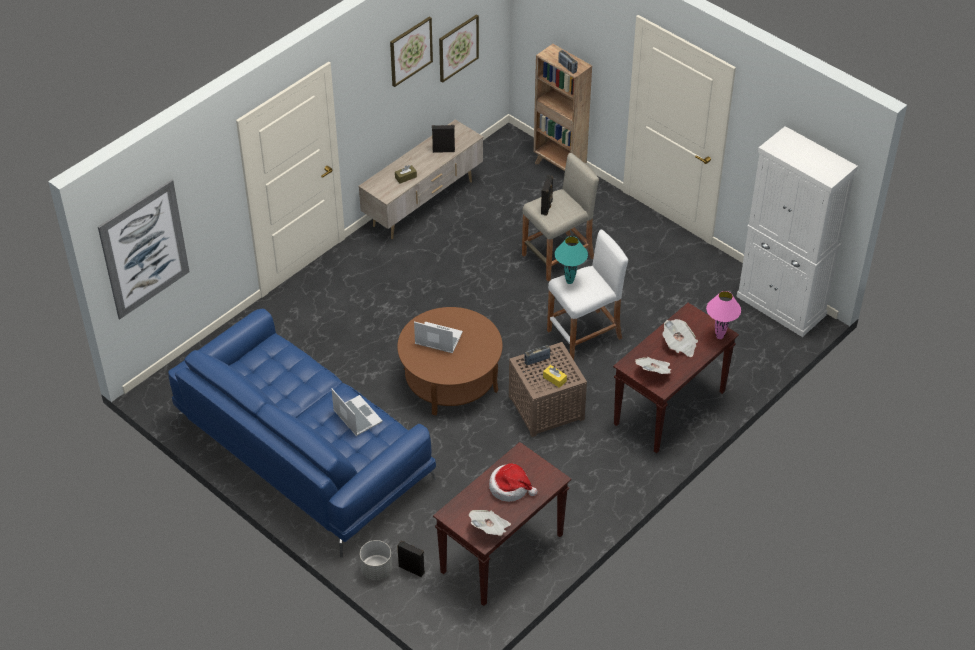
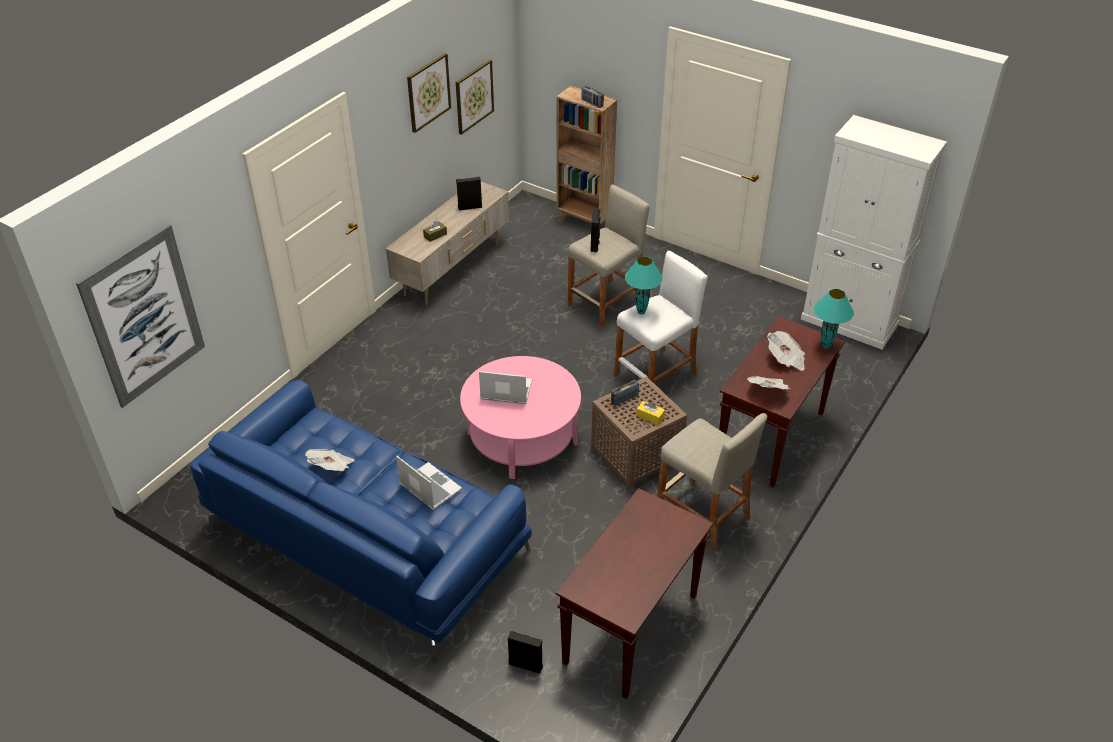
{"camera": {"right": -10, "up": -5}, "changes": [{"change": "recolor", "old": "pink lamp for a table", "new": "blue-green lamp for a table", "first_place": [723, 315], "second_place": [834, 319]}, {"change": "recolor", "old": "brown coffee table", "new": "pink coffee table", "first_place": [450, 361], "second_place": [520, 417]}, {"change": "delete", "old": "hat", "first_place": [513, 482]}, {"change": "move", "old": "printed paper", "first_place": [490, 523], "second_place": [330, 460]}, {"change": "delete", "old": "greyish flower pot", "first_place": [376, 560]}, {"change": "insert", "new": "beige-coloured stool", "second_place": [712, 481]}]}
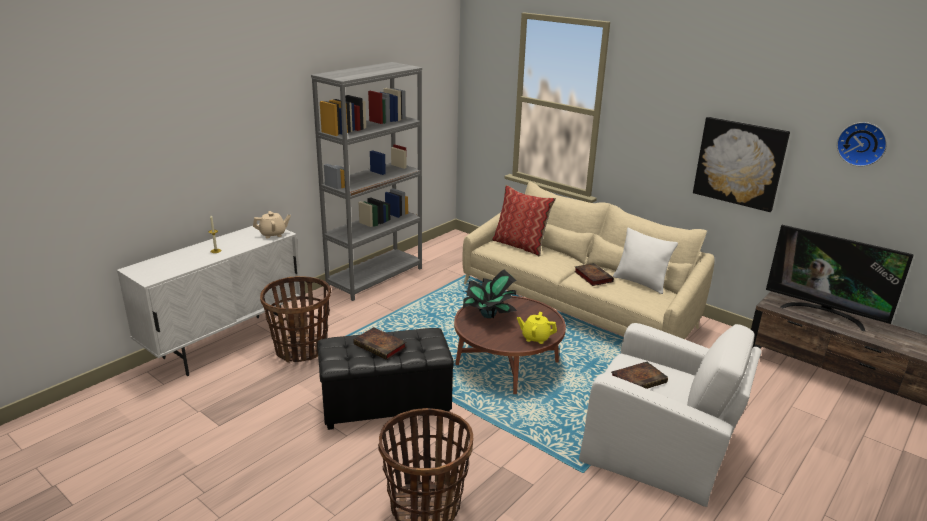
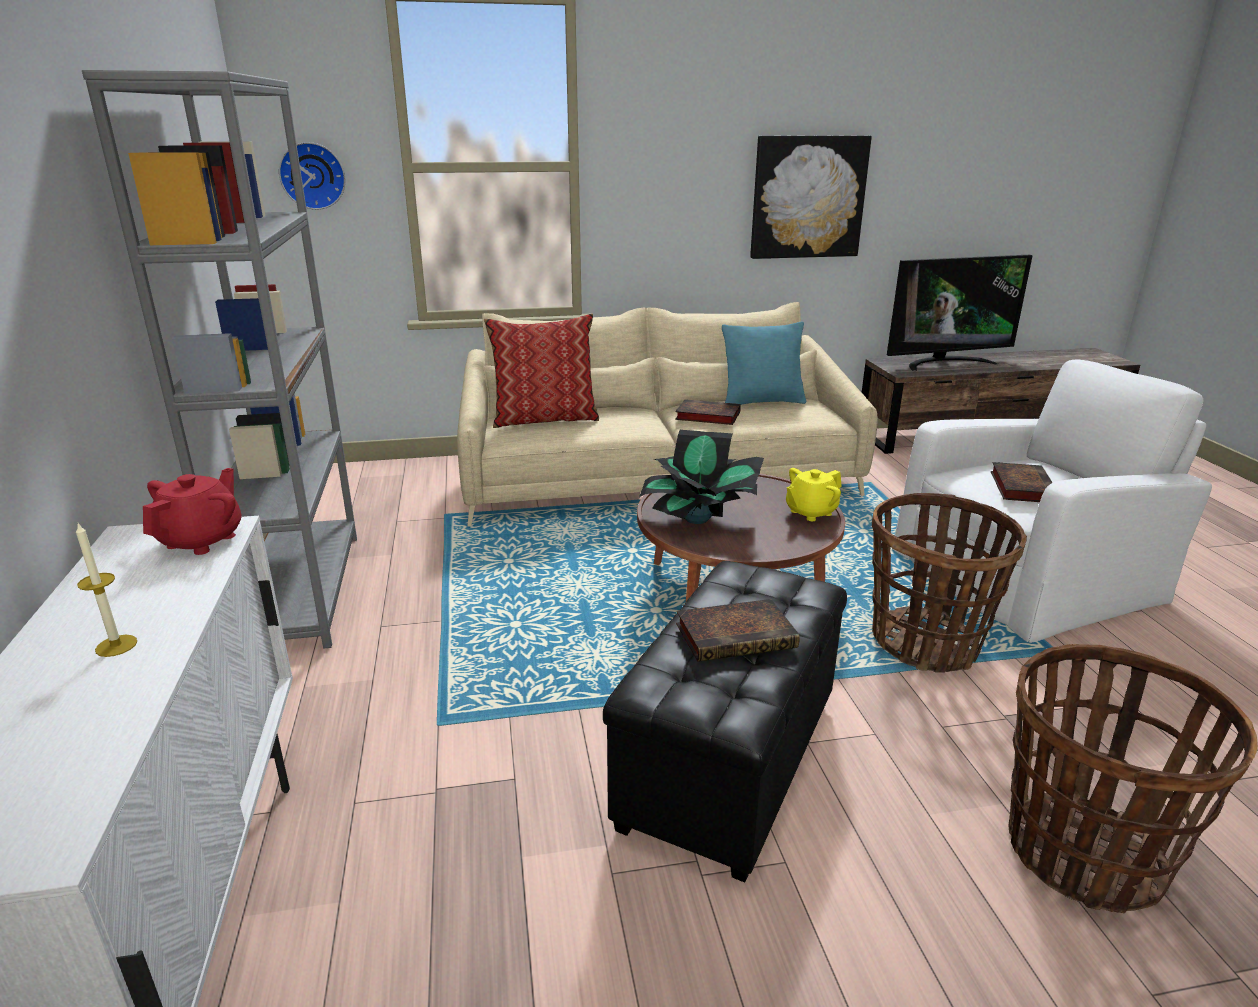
{"camera": {"right": -50, "up": 0}, "changes": [{"change": "move", "old": "wall clock", "first_place": [862, 144], "second_place": [312, 176]}, {"change": "recolor", "old": "beige-coloured tea pot", "new": "red-coloured tea pot", "first_place": [272, 224], "second_place": [192, 511]}, {"change": "recolor", "old": "whitish cushion", "new": "blue-green cushion", "first_place": [645, 261], "second_place": [764, 363]}, {"change": "move", "old": "storage basket", "first_place": [295, 319], "second_place": [949, 583]}]}
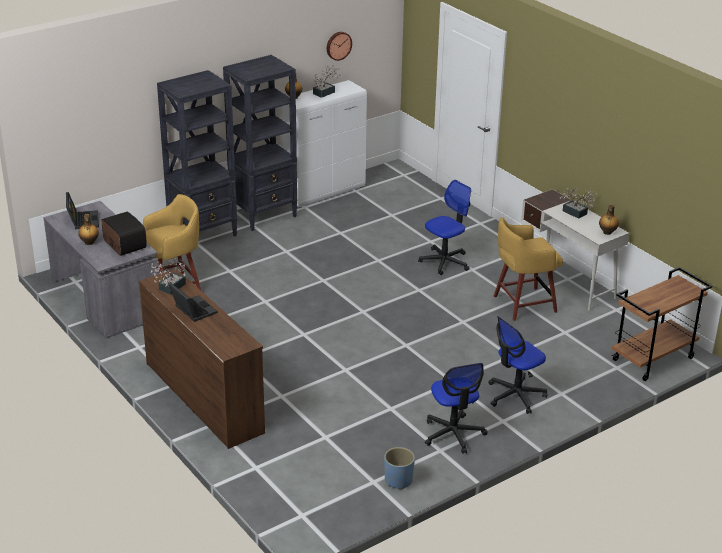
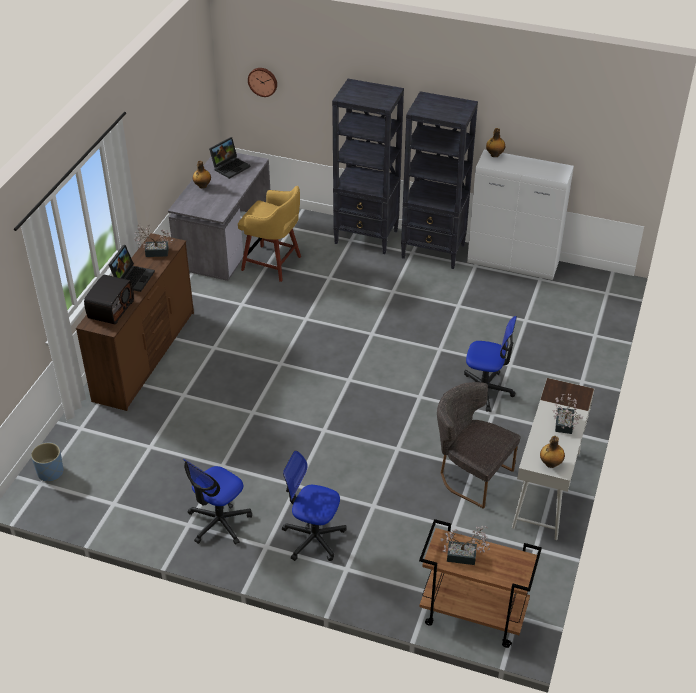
{"camera": {"right": 55, "up": 10}, "changes": [{"change": "move", "old": "wall clock", "first_place": [339, 46], "second_place": [262, 82]}, {"change": "move", "old": "potted plant", "first_place": [326, 81], "second_place": [465, 545]}, {"change": "move", "old": "radio set", "first_place": [124, 234], "second_place": [109, 299]}, {"change": "replace", "old": "yellow stool", "new": "greyish chair", "first_place": [528, 269], "second_place": [479, 445]}, {"change": "move", "old": "bluish flower pot", "first_place": [399, 468], "second_place": [47, 462]}]}
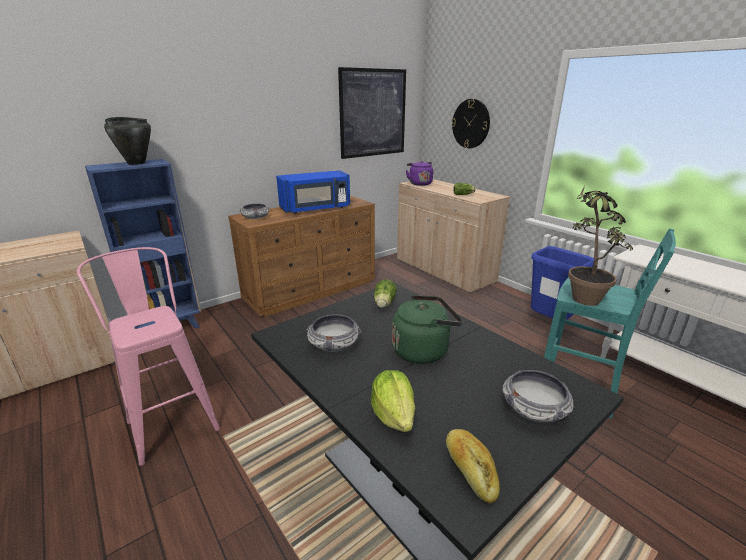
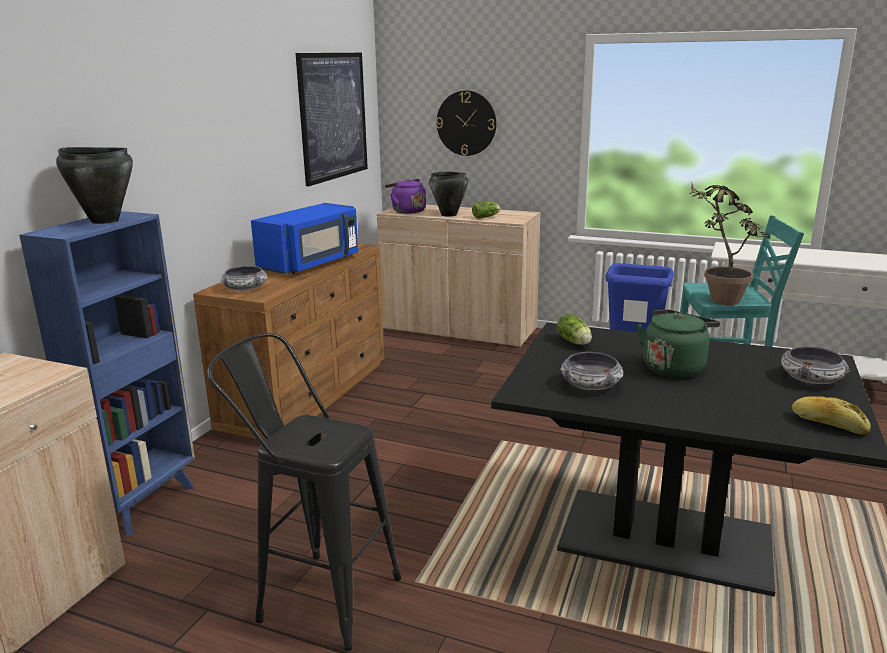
{"camera": {"right": -30, "up": -5}, "changes": [{"change": "recolor", "old": "pink stool", "new": "black-coloured stool", "first_place": [148, 356], "second_place": [304, 492]}, {"change": "delete", "old": "lettuce", "first_place": [392, 401]}, {"change": "insert", "new": "black-coloured stockpot", "second_place": [448, 194]}]}
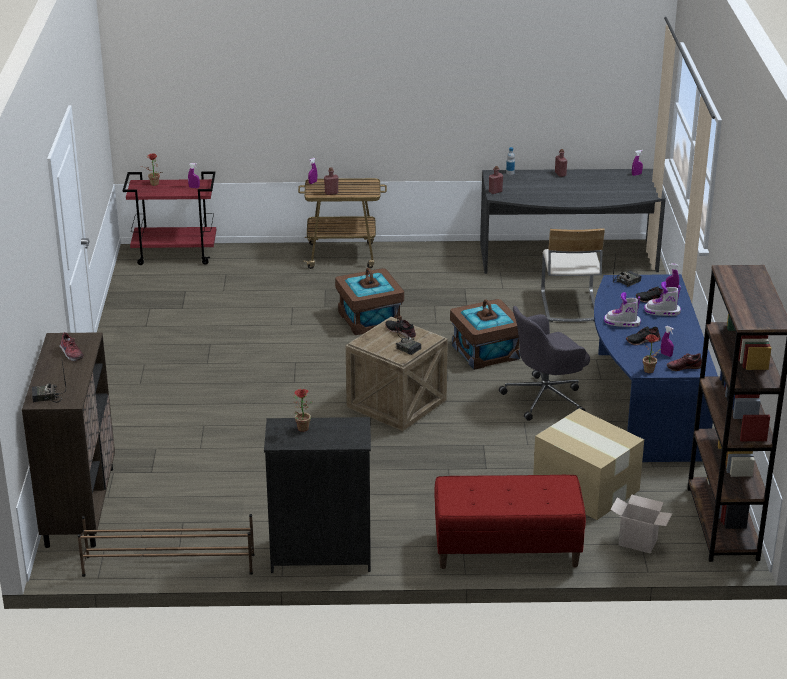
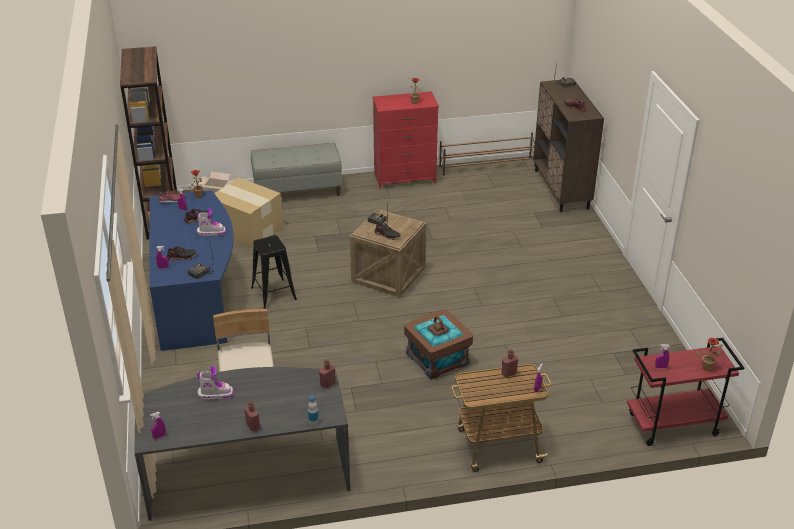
{"camera": {"right": 170, "up": 5}, "changes": [{"change": "move", "old": "high-top boot", "first_place": [662, 298], "second_place": [215, 383]}, {"change": "delete", "old": "brown storage bin", "first_place": [485, 334]}, {"change": "replace", "old": "greyish computer chair", "new": "black-coloured stool", "first_place": [544, 363], "second_place": [274, 272]}, {"change": "recolor", "old": "black-coloured chest of drawers", "new": "red-coloured chest of drawers", "first_place": [317, 495], "second_place": [405, 140]}, {"change": "recolor", "old": "red-coloured indoor bench", "new": "greyish indoor bench", "first_place": [510, 522], "second_place": [296, 169]}]}
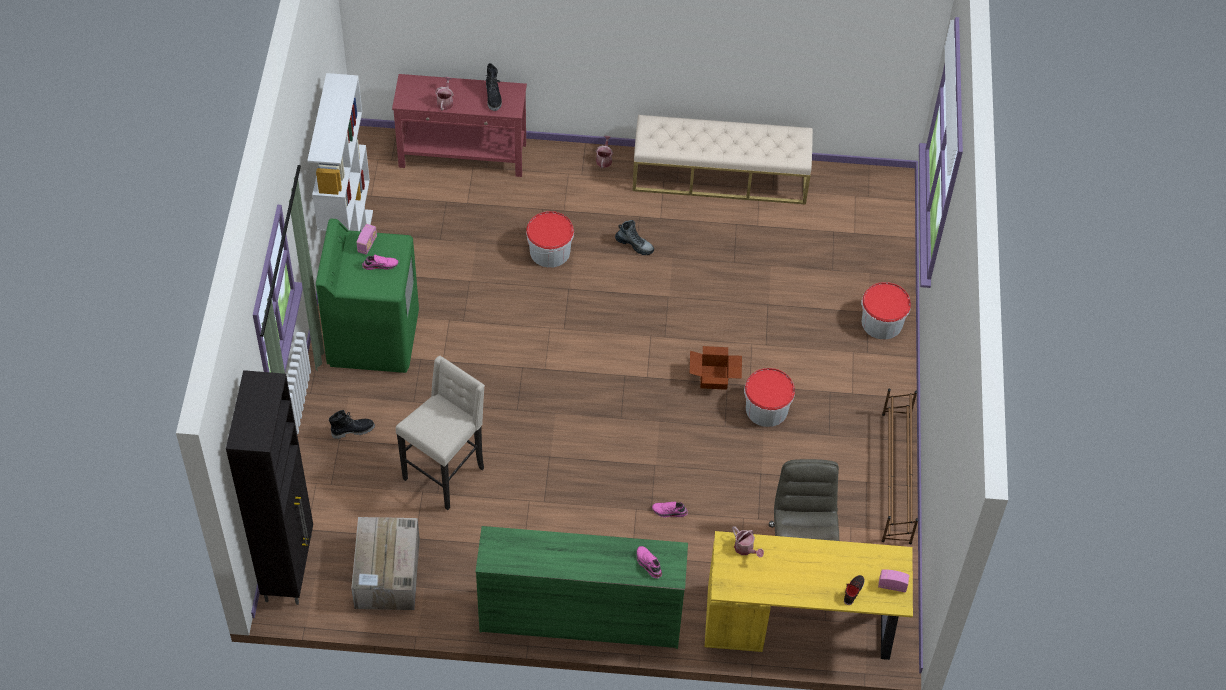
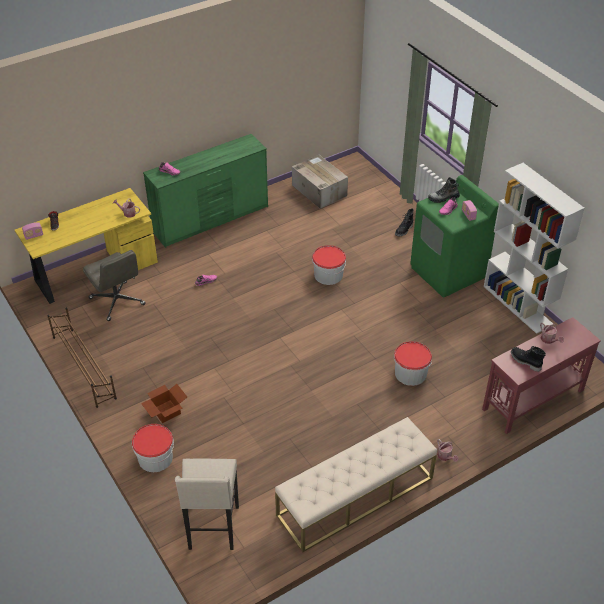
{"camera": {"right": 145, "up": -10}, "changes": [{"change": "move", "old": "high-top boot", "first_place": [634, 237], "second_place": [444, 190]}, {"change": "move", "old": "carton", "first_place": [716, 368], "second_place": [164, 403]}, {"change": "move", "old": "beige-coloured stool", "first_place": [440, 433], "second_place": [207, 504]}, {"change": "move", "old": "water bucket", "first_place": [769, 397], "second_place": [329, 265]}, {"change": "delete", "old": "black-coloured cupboard", "first_place": [269, 487]}]}
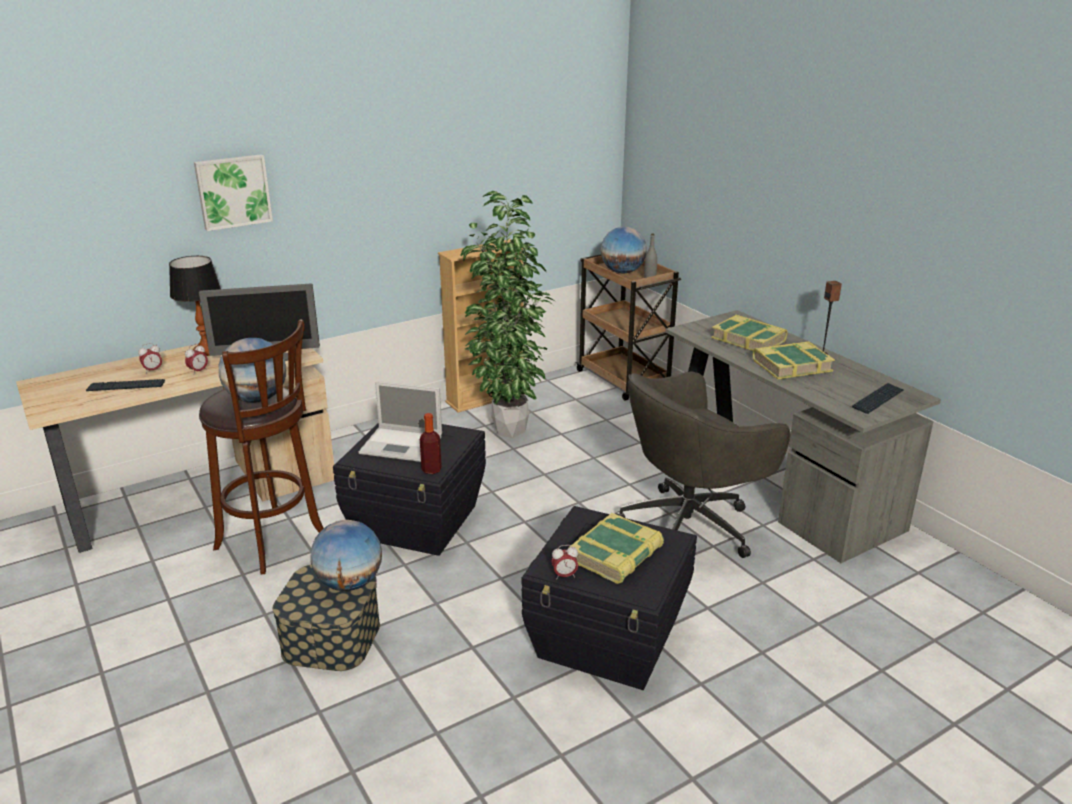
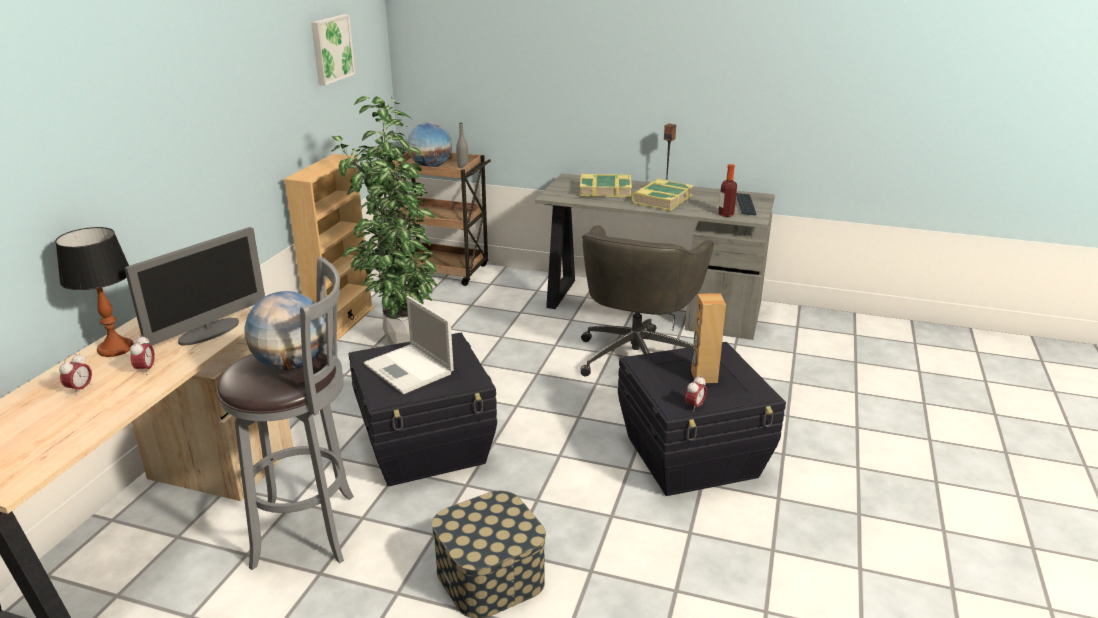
{"camera": {"right": -40, "up": 0}, "changes": [{"change": "move", "old": "wall picture", "first_place": [233, 192], "second_place": [333, 49]}, {"change": "recolor", "old": "brown stool", "new": "greyish stool", "first_place": [261, 446], "second_place": [285, 413]}, {"change": "delete", "old": "keyboard", "first_place": [125, 385]}, {"change": "rotate", "old": "notebook computer", "first_place": [400, 421], "second_place": [408, 345], "degrees": 75}, {"change": "move", "old": "bottle", "first_place": [431, 443], "second_place": [727, 190]}, {"change": "replace", "old": "volume", "new": "brown speaker", "first_place": [616, 548], "second_place": [708, 338]}, {"change": "delete", "old": "globe", "first_place": [346, 555]}]}
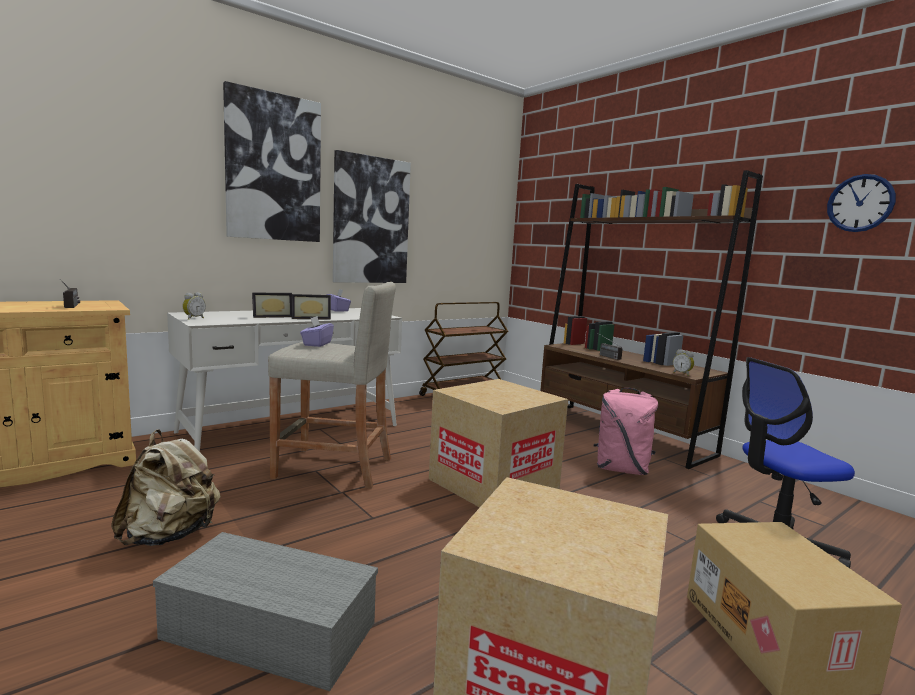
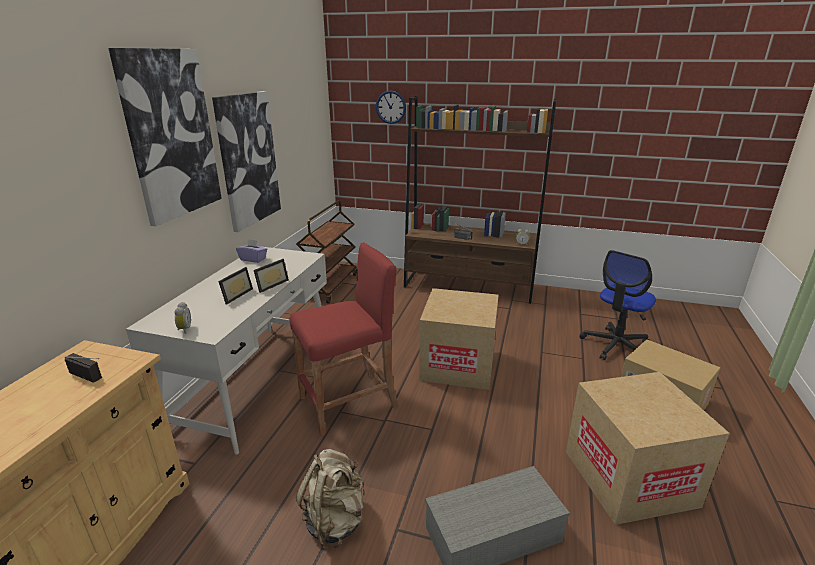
{"camera": {"right": -35, "up": 15}, "changes": [{"change": "move", "old": "wall clock", "first_place": [861, 203], "second_place": [391, 107]}, {"change": "recolor", "old": "beige-coloured stool", "new": "red-coloured stool", "first_place": [332, 385], "second_place": [344, 339]}, {"change": "delete", "old": "purple-coloured tissue box", "first_place": [317, 331]}, {"change": "delete", "old": "pink knapsack", "first_place": [626, 431]}]}
